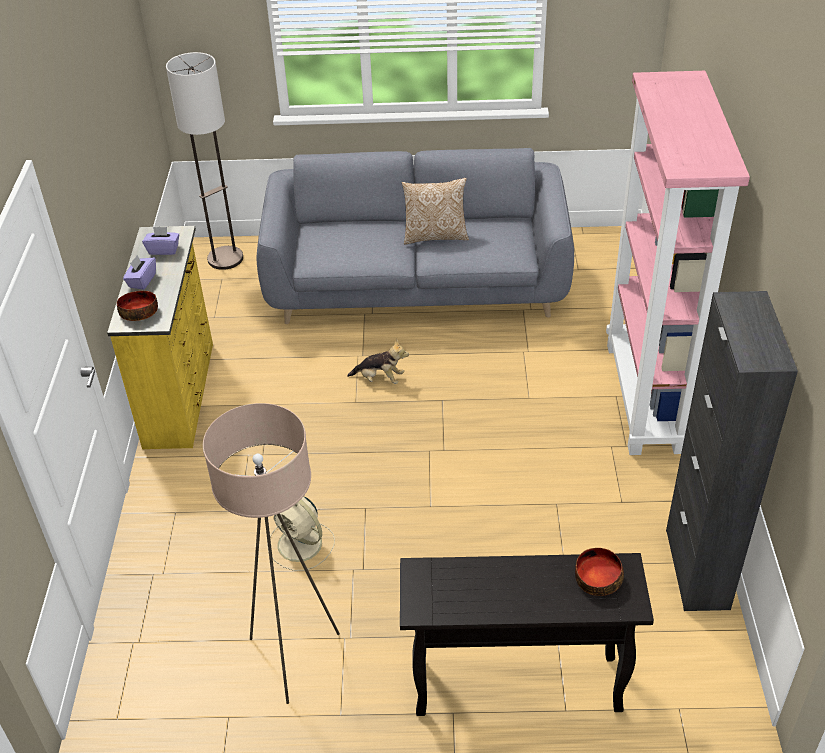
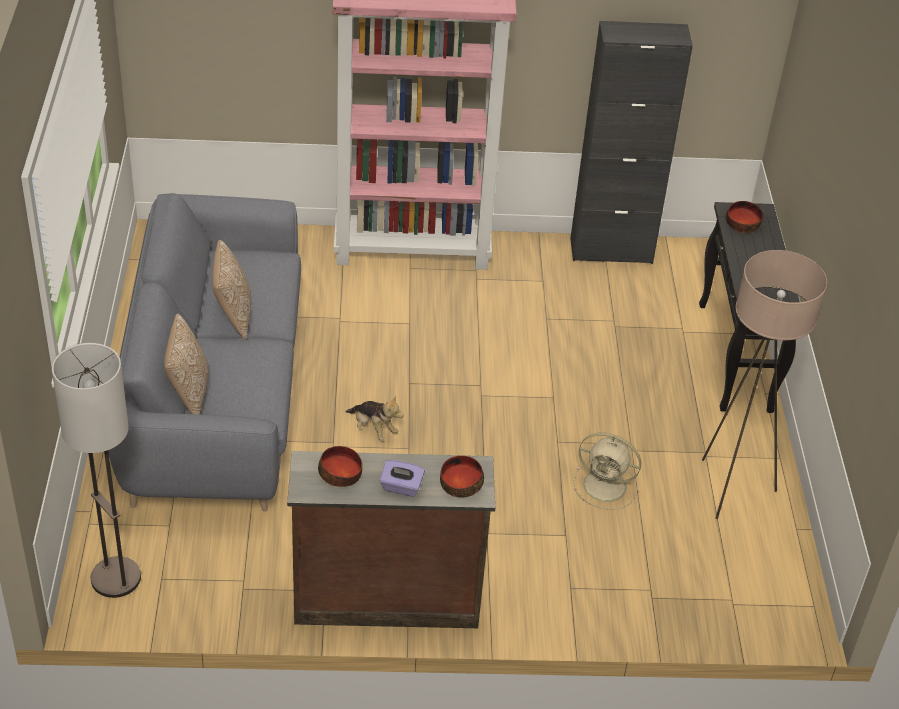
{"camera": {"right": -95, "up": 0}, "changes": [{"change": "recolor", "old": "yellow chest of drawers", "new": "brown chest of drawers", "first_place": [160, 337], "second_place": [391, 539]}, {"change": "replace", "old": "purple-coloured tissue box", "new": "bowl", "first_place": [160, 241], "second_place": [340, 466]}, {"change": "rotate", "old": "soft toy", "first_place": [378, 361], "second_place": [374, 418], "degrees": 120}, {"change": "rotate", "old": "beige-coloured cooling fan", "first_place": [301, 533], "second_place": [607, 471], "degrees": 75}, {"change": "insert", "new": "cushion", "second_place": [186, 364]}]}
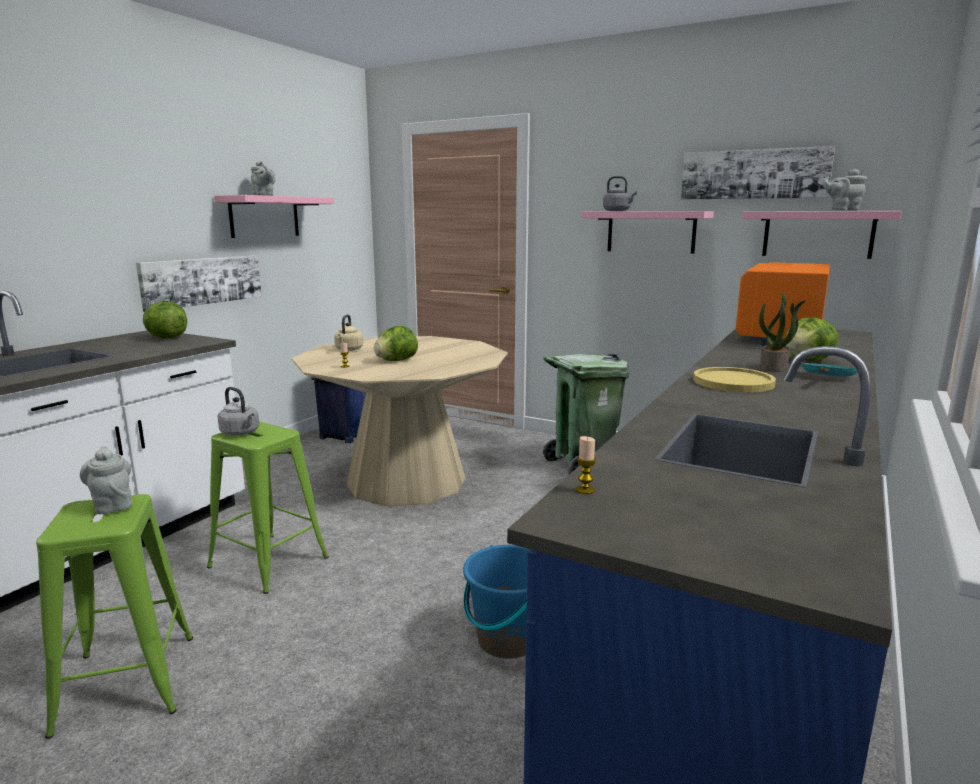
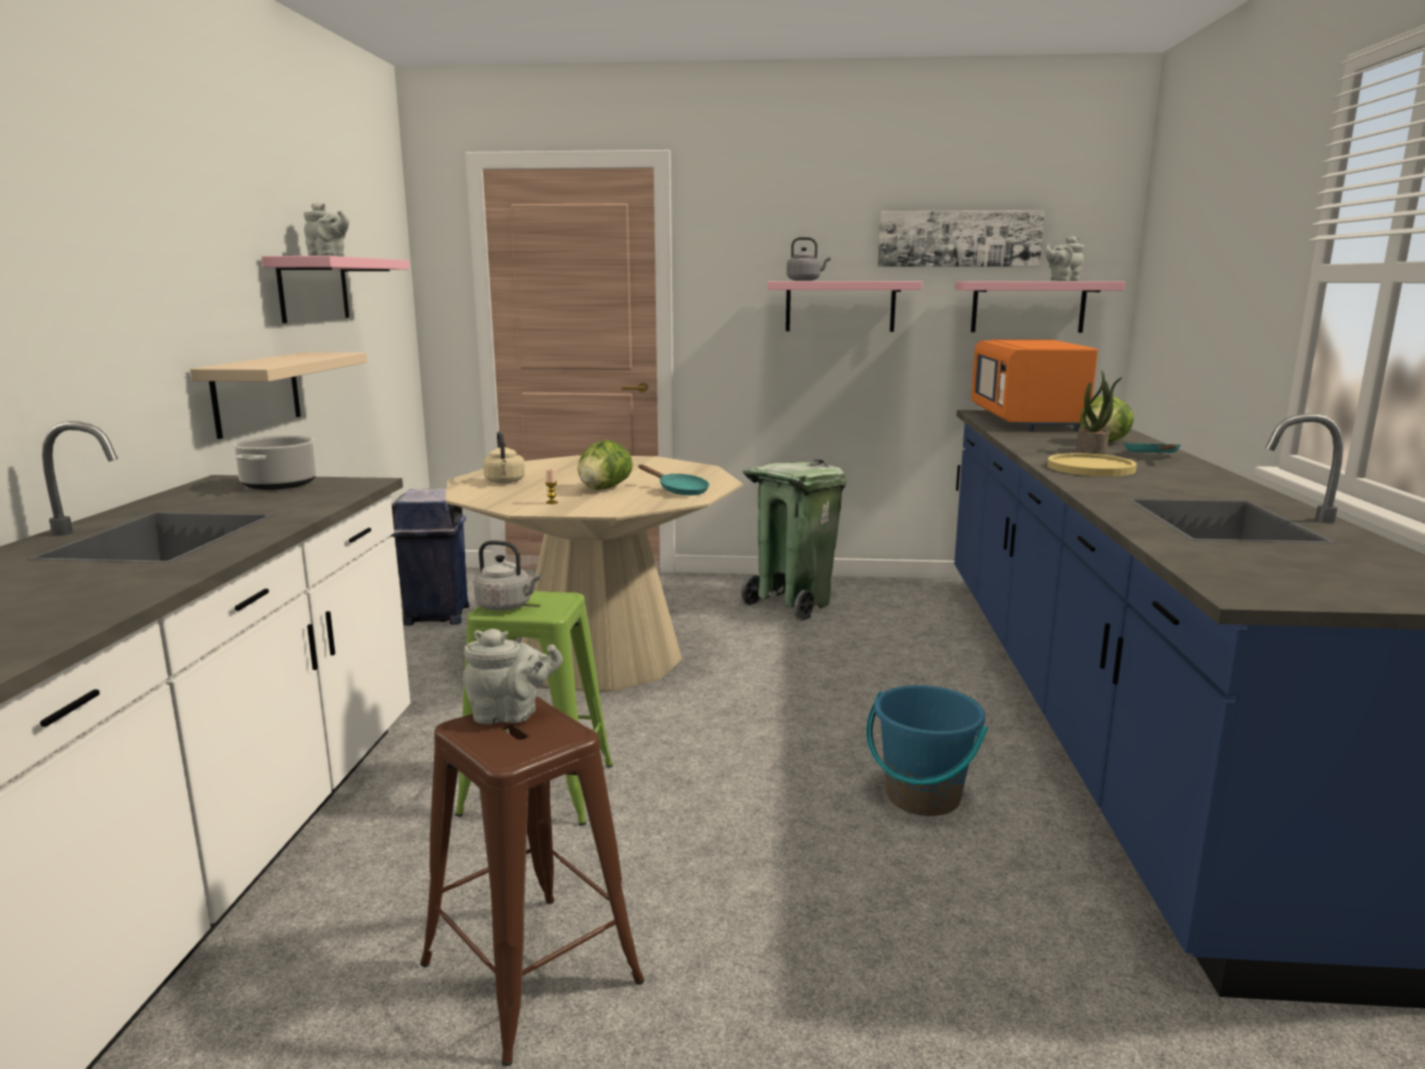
{"camera": {"right": -25, "up": 0}, "changes": [{"change": "replace", "old": "wall picture", "new": "beige-coloured bracket shelf", "first_place": [199, 283], "second_place": [278, 395]}, {"change": "replace", "old": "lettuce", "new": "stockpot", "first_place": [165, 320], "second_place": [274, 462]}, {"change": "delete", "old": "wax light", "first_place": [586, 465]}, {"change": "rotate", "old": "greyish tea pot", "first_place": [106, 480], "second_place": [513, 676], "degrees": 150}, {"change": "recolor", "old": "green-coloured stool", "new": "brown stool", "first_place": [114, 616], "second_place": [532, 881]}, {"change": "insert", "new": "blue-green skillet", "second_place": [673, 480]}]}
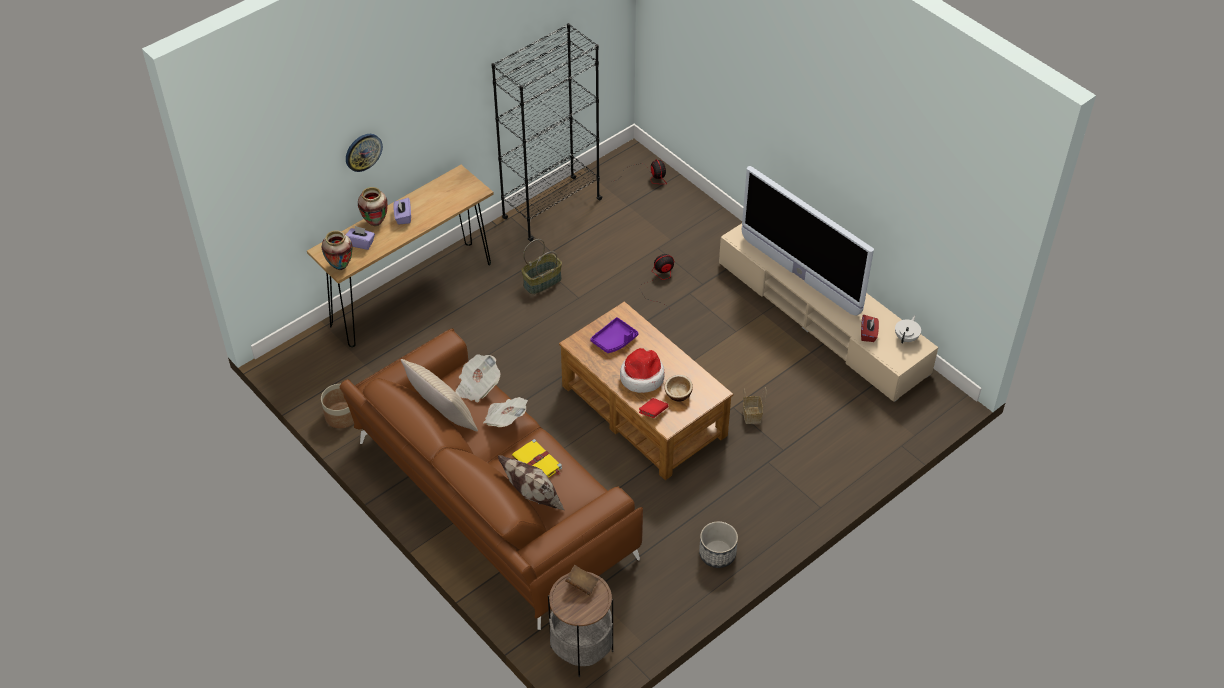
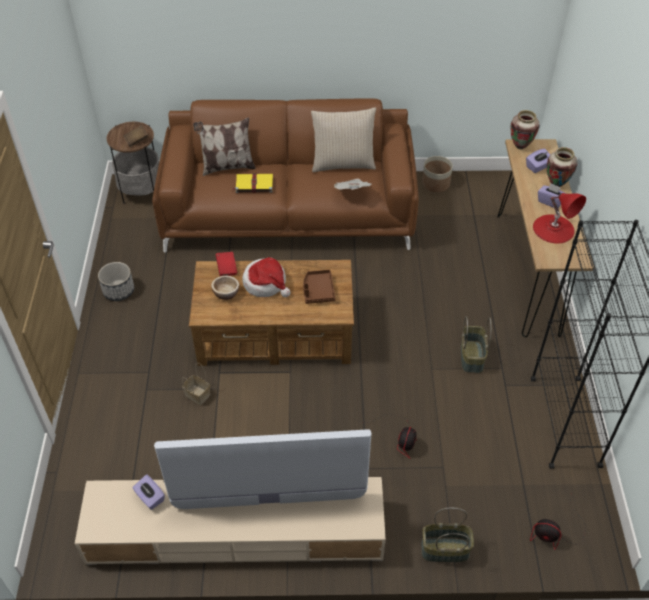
{"camera": {"right": 130, "up": 0}, "changes": [{"change": "delete", "old": "wall clock", "first_place": [364, 153]}, {"change": "recolor", "old": "red-coloured tissue box", "new": "purple-coloured tissue box", "first_place": [870, 328], "second_place": [148, 492]}, {"change": "delete", "old": "whitish tea pot", "first_place": [908, 329]}, {"change": "recolor", "old": "purple-coloured tray", "new": "brown tray", "first_place": [614, 335], "second_place": [319, 287]}, {"change": "delete", "old": "printed paper", "first_place": [505, 412]}, {"change": "insert", "new": "red-coloured lamp for a table", "second_place": [559, 218]}, {"change": "insert", "new": "storage basket", "second_place": [447, 534]}]}
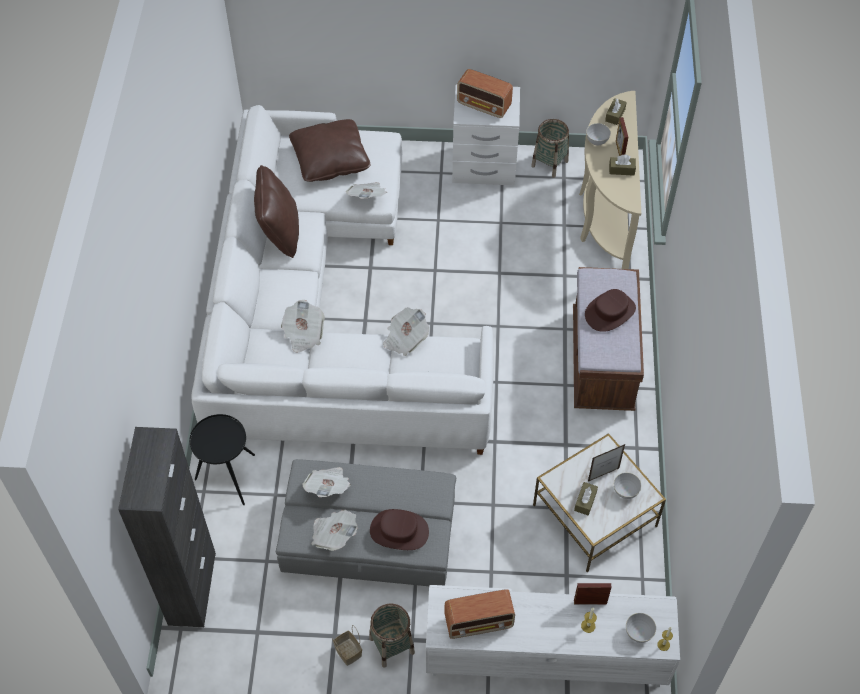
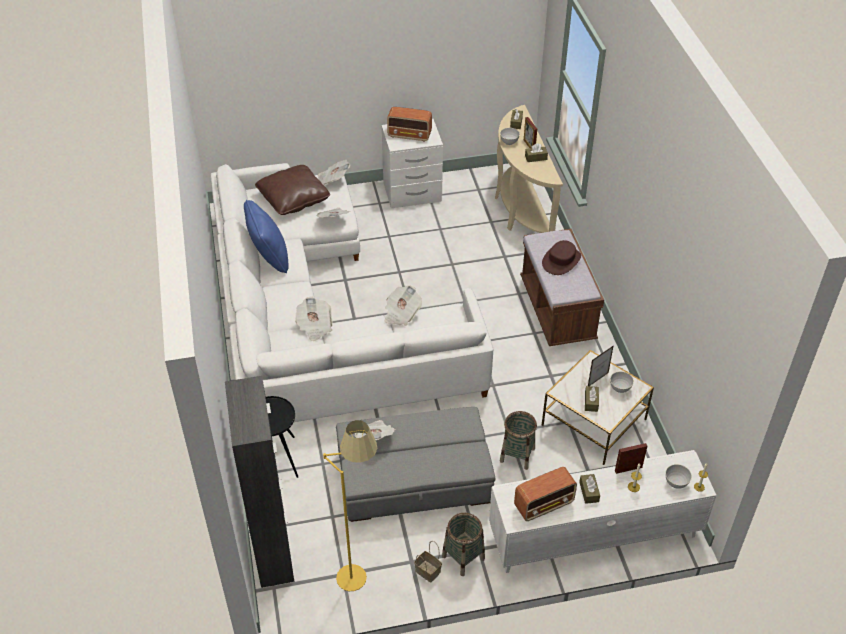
{"camera": {"right": -15, "up": -10}, "changes": [{"change": "move", "old": "storage basket", "first_place": [550, 148], "second_place": [518, 440]}, {"change": "recolor", "old": "brown cushion", "new": "bluish cushion", "first_place": [276, 211], "second_place": [266, 236]}, {"change": "delete", "old": "brown hat", "first_place": [399, 529]}, {"change": "move", "old": "printed paper", "first_place": [334, 530], "second_place": [334, 172]}, {"change": "insert", "new": "yellow floor lamp", "second_place": [350, 505]}, {"change": "insert", "new": "brown tissue box", "second_place": [589, 489]}]}
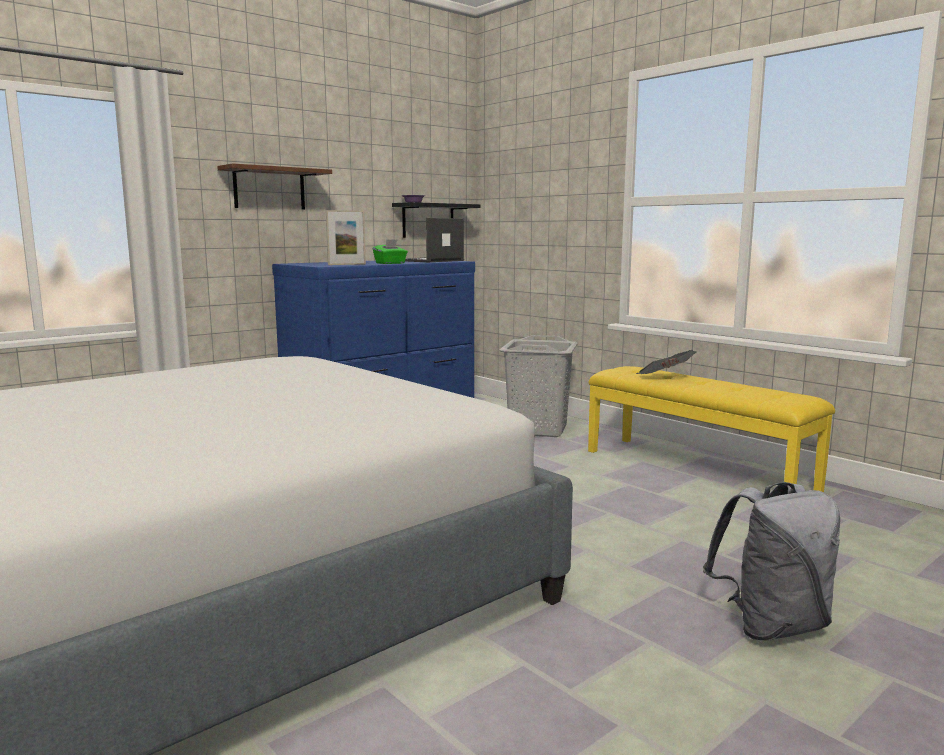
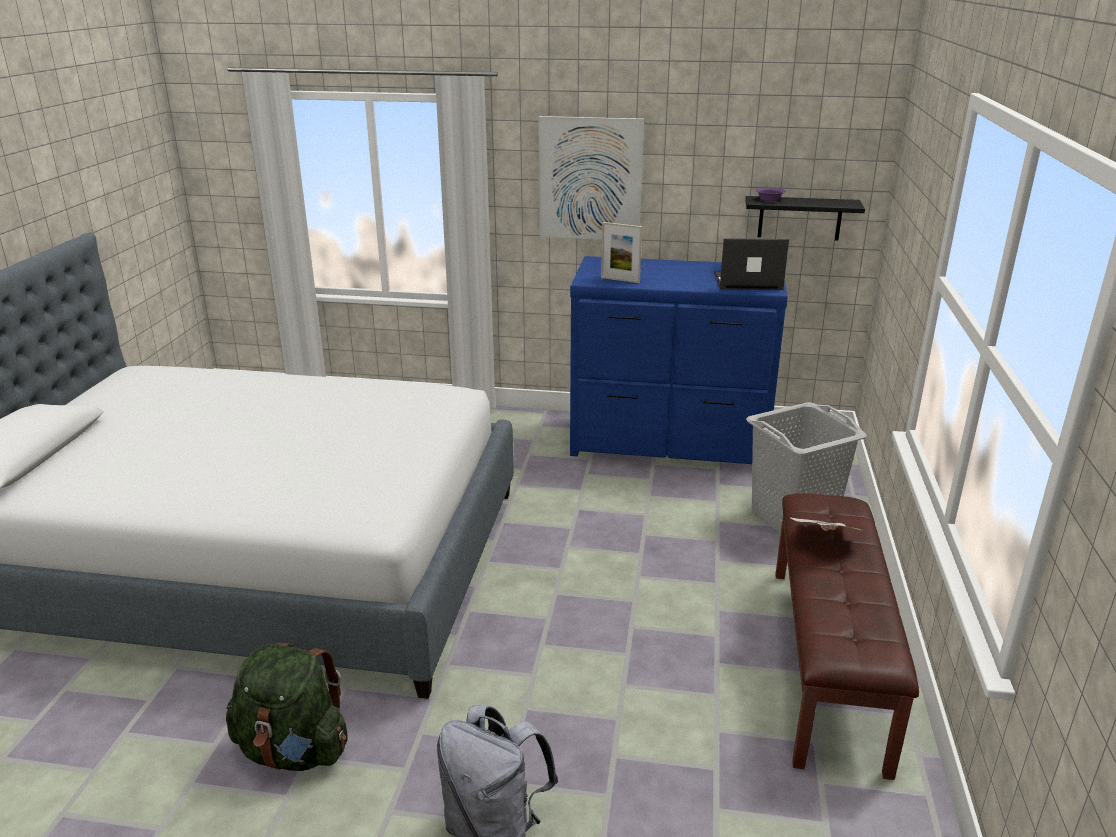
{"camera": {"right": 50, "up": 15}, "changes": [{"change": "replace", "old": "brown bracket shelf", "new": "wall picture", "first_place": [274, 186], "second_place": [591, 178]}, {"change": "delete", "old": "green-coloured tissue box", "first_place": [390, 251]}, {"change": "recolor", "old": "yellow indoor bench", "new": "brown indoor bench", "first_place": [711, 429], "second_place": [847, 636]}, {"change": "insert", "new": "green-coloured knapsack", "second_place": [287, 707]}]}
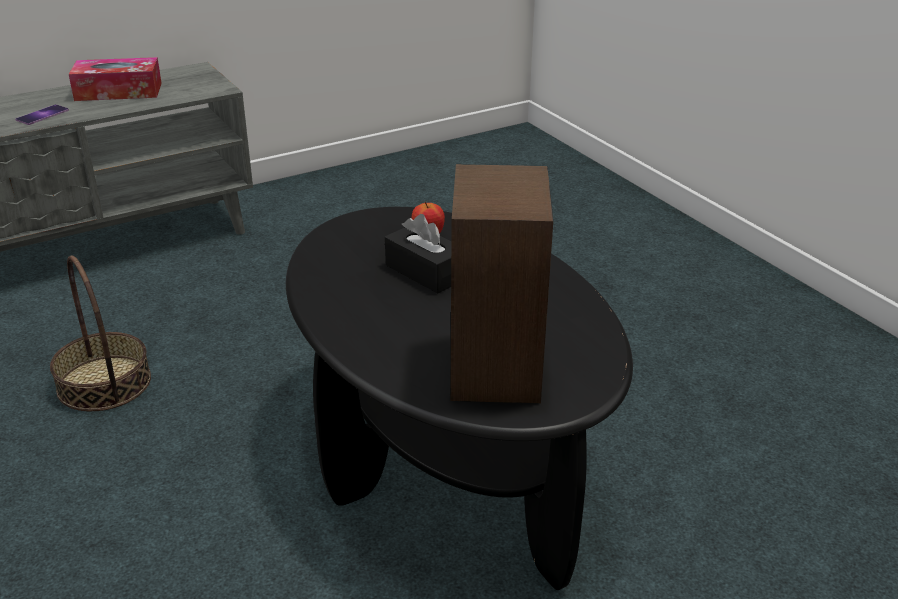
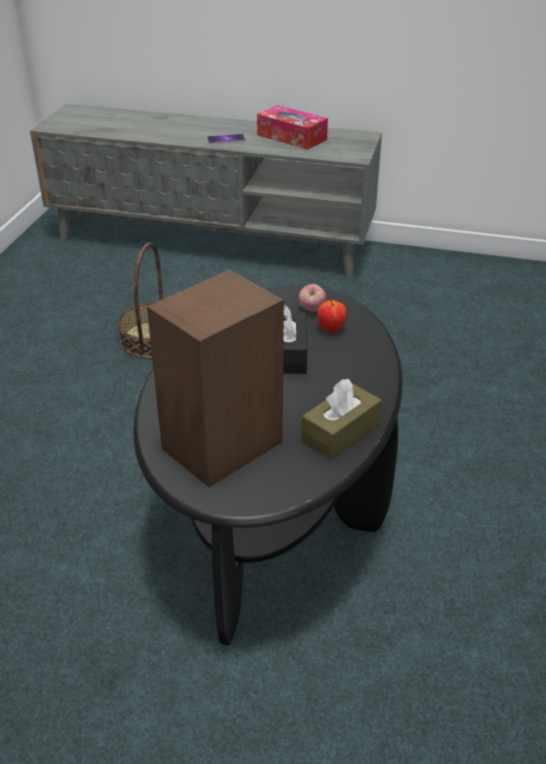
{"camera": {"right": 45, "up": 5}, "changes": [{"change": "insert", "new": "apple", "second_place": [312, 298]}, {"change": "insert", "new": "brown tissue box", "second_place": [341, 419]}]}
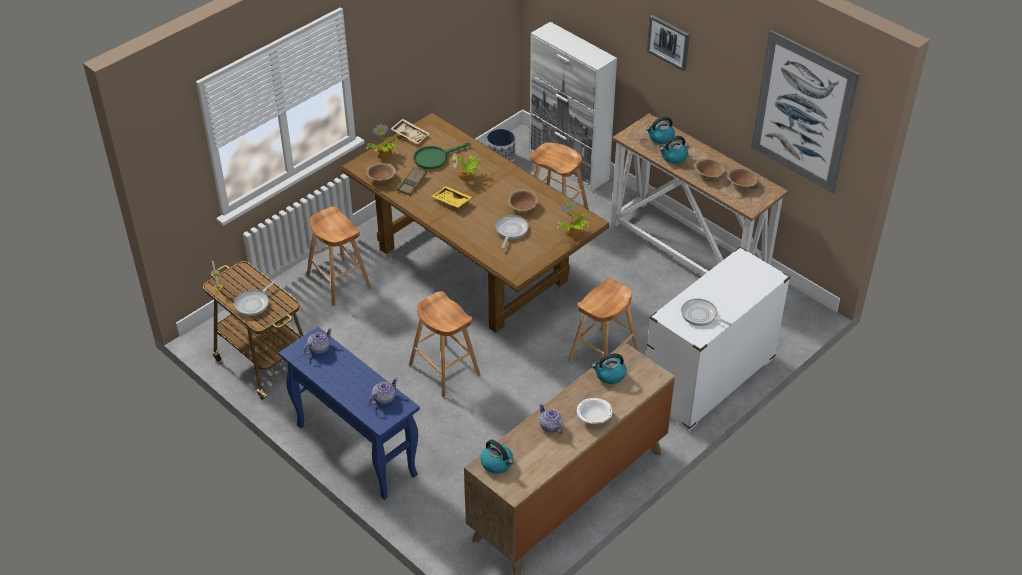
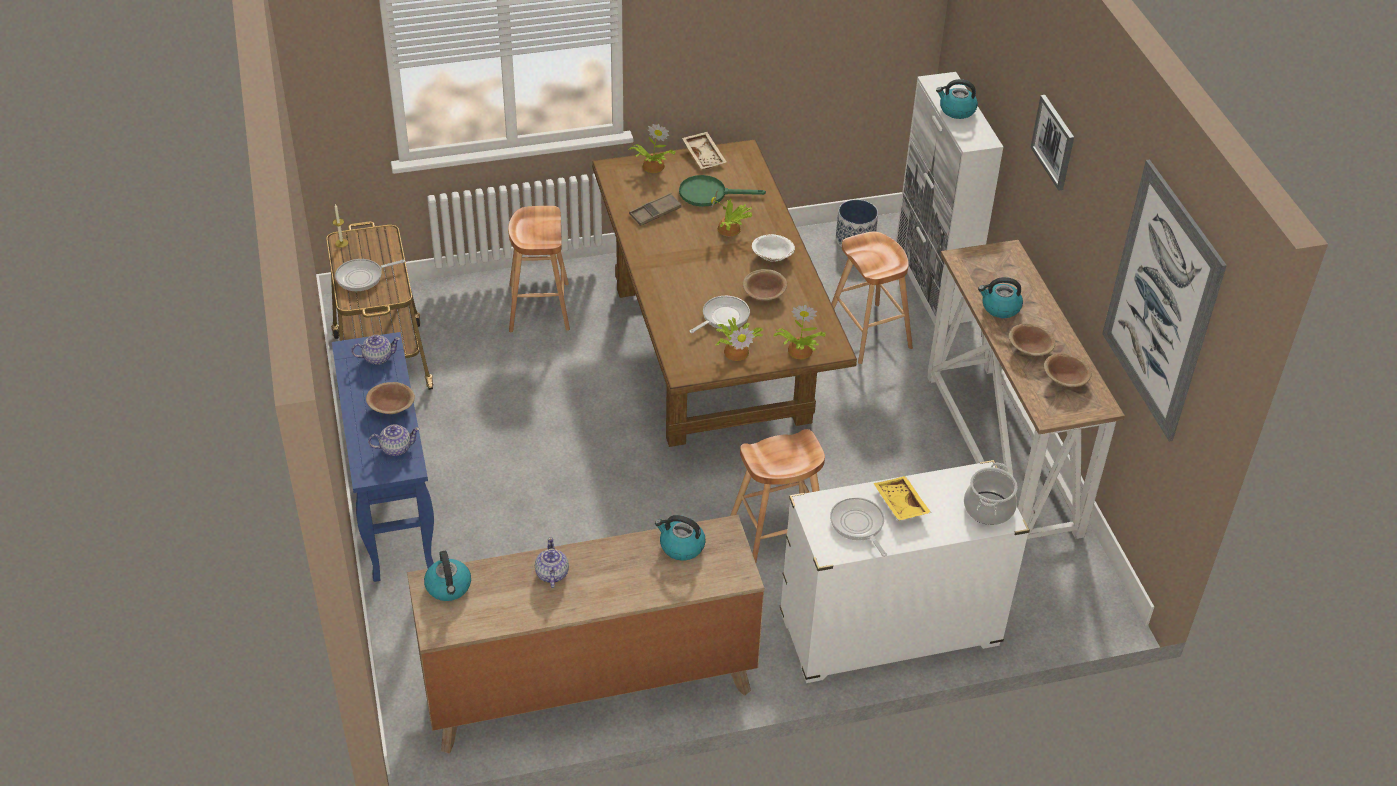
{"camera": {"right": 30, "up": 0}, "changes": [{"change": "move", "old": "tea kettle", "first_place": [660, 130], "second_place": [957, 99]}, {"change": "move", "old": "brown bowl", "first_place": [381, 172], "second_place": [390, 398]}, {"change": "move", "old": "yellow tray", "first_place": [452, 197], "second_place": [902, 498]}, {"change": "delete", "old": "brown stool", "first_place": [444, 344]}, {"change": "move", "old": "whitish bowl", "first_place": [595, 411], "second_place": [773, 248]}, {"change": "insert", "new": "potted plant", "second_place": [739, 339]}, {"change": "insert", "new": "stockpot", "second_place": [991, 494]}]}
